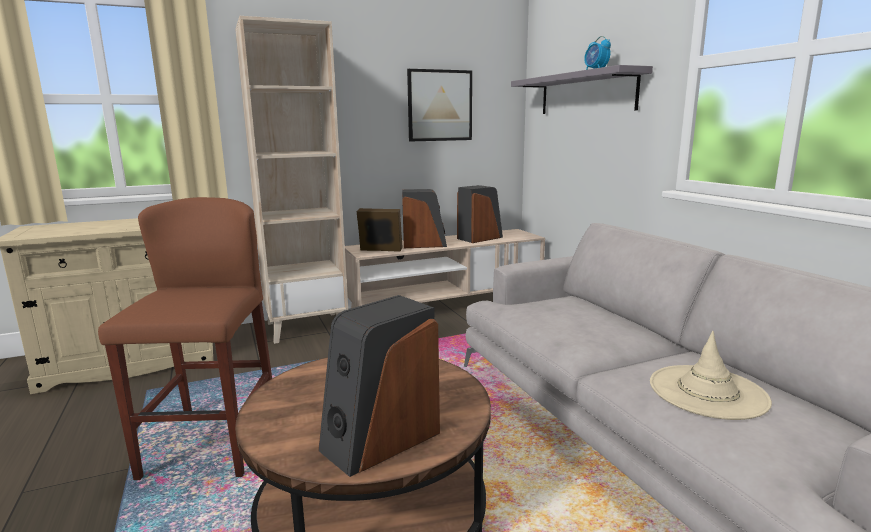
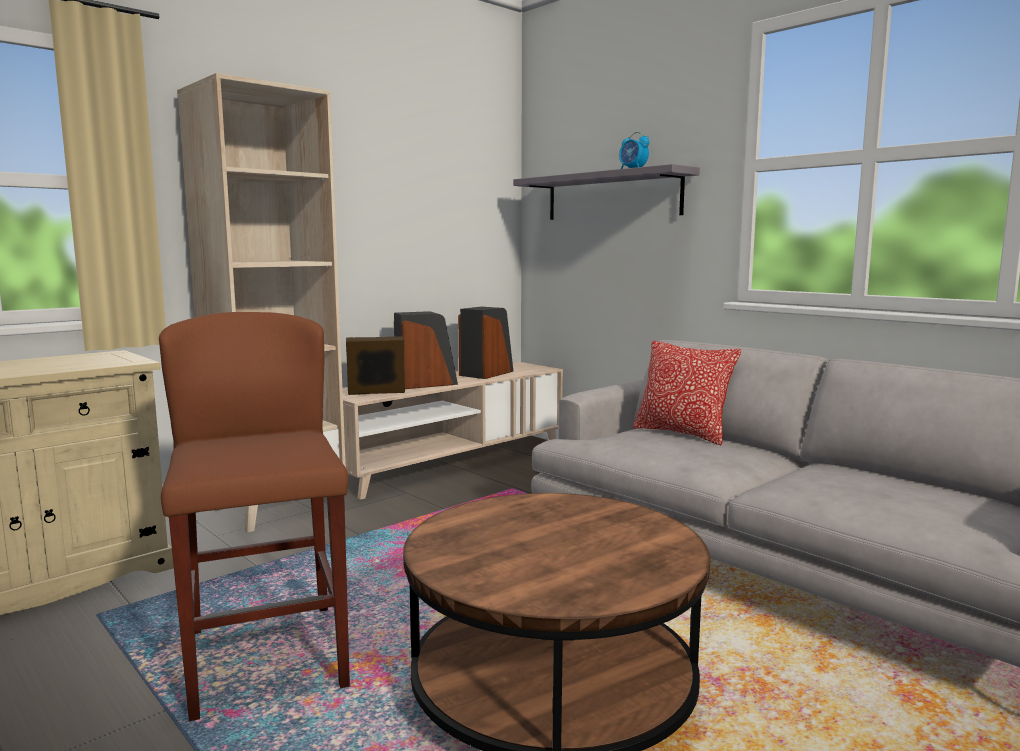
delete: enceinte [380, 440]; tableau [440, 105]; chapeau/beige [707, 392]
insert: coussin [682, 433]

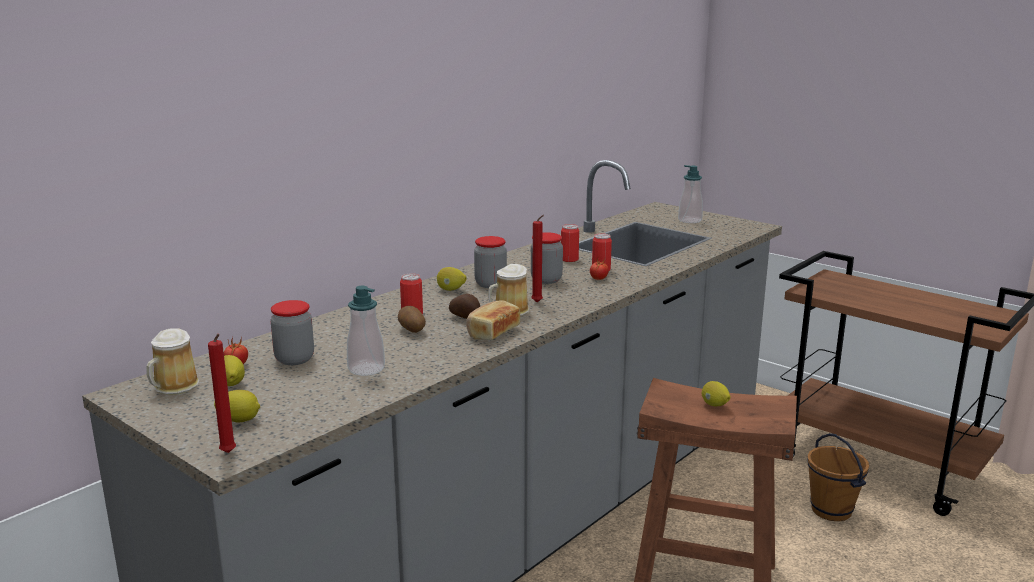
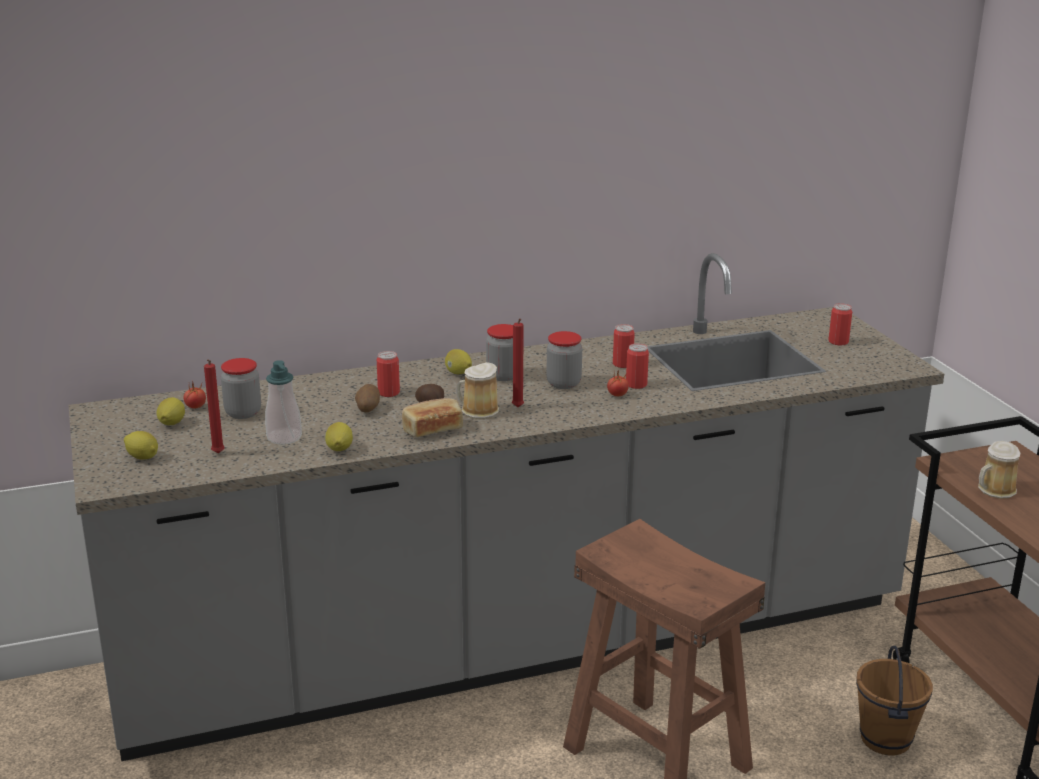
move: bougie/rouge [229, 454] to [217, 454]; citron [714, 405] to [339, 449]; mug [173, 387] to [994, 490]
replace: distributeur de savon [690, 220] to boîte métallique [838, 342]

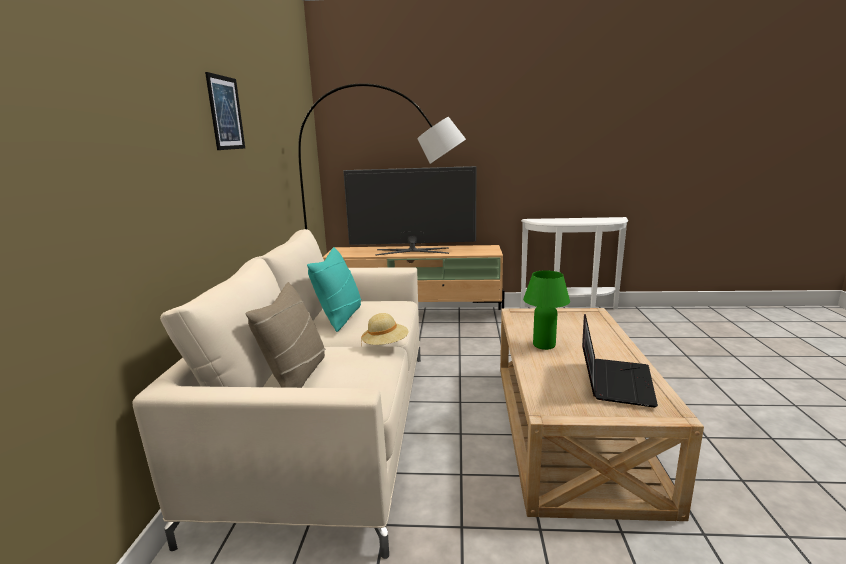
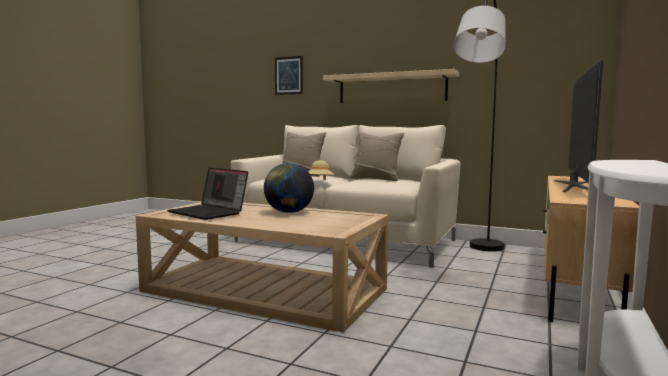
insert: étagère/beige [391, 88]
move: tableau [226, 113] to [288, 75]
replace: lampe de table/vert [544, 345] to globe [288, 212]
recolor: coussin/turquoise [340, 317] to coussin/beige [376, 179]

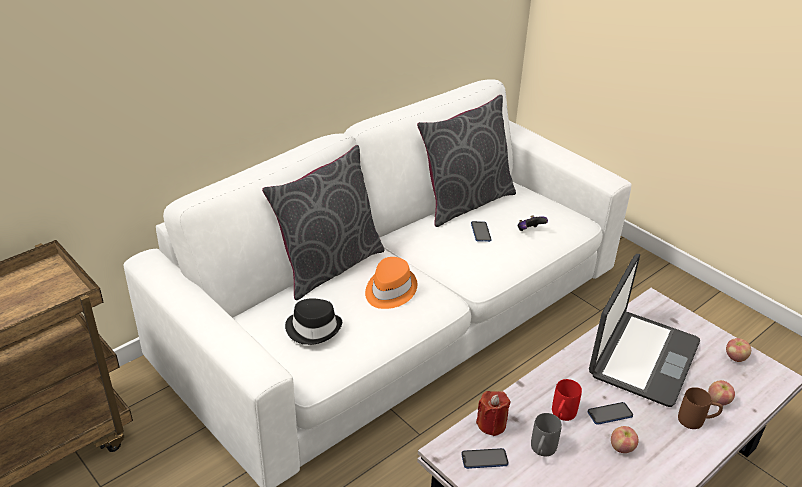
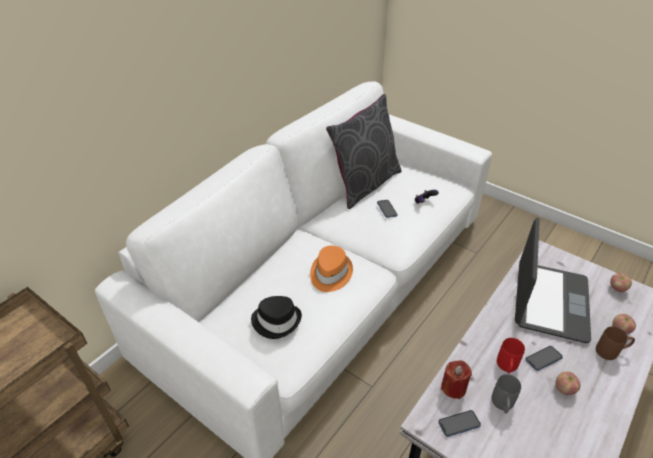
delete: coussin/gris [328, 266]

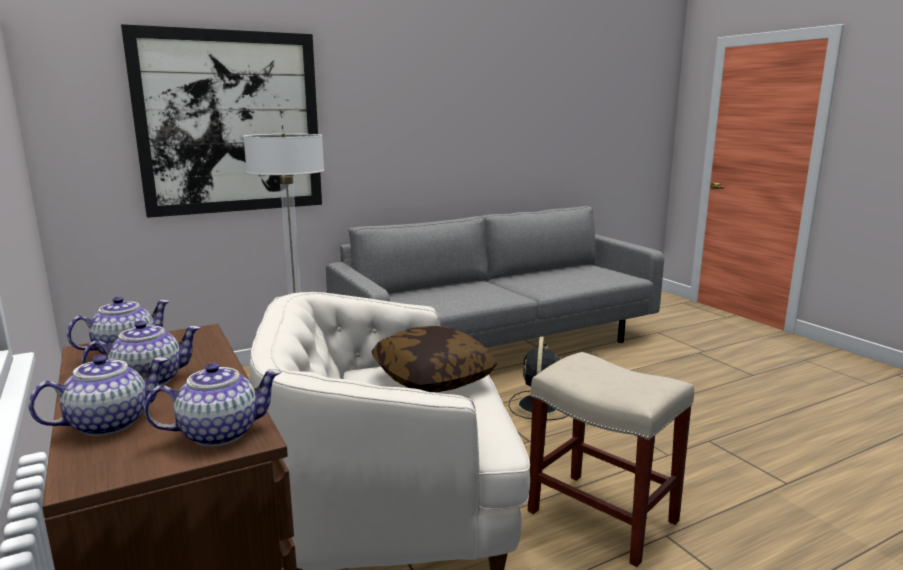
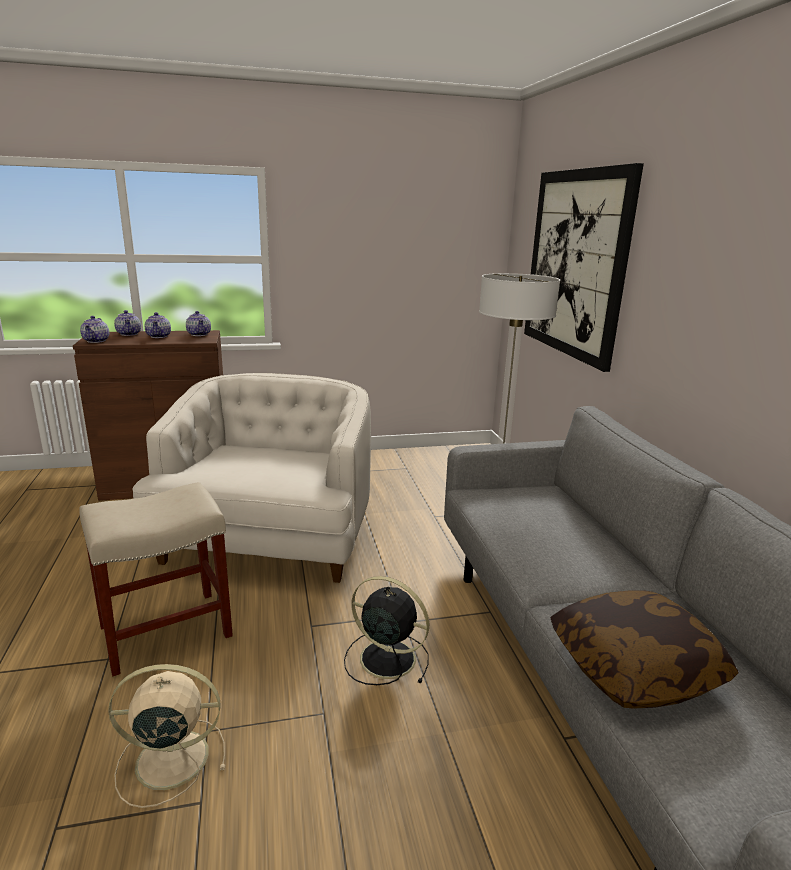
insert: ventilateur/beige [168, 759]
move: coussin [432, 378] to [634, 667]

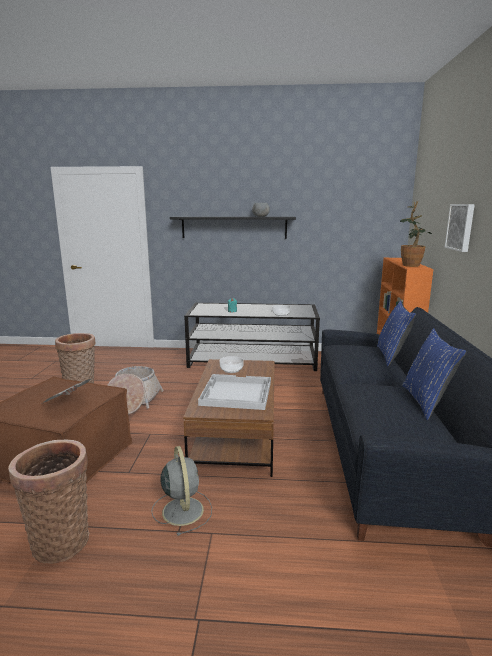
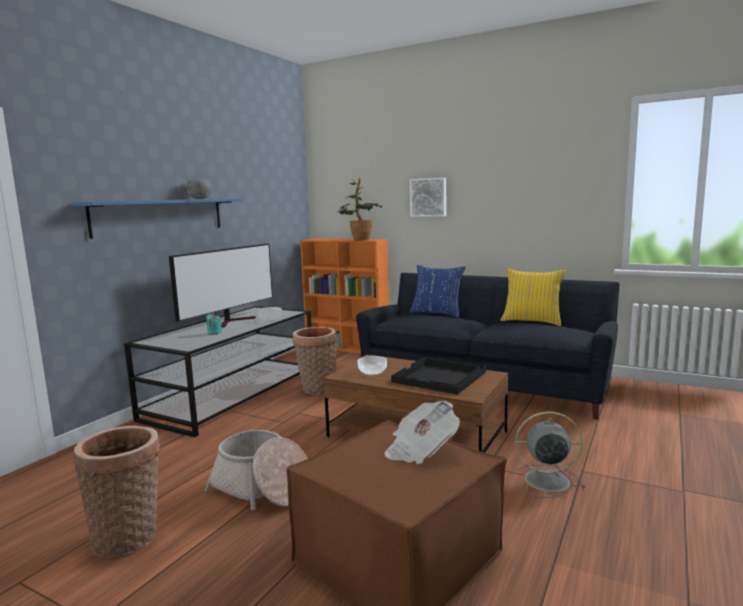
insert: téléviseur [233, 321]
move: panier [60, 539] to [317, 389]
recolor: étagère/noir [234, 227] to étagère/bleu [161, 216]; plateau/blanc [235, 393] to plateau/noir [439, 377]; coussin/bleu [426, 402] to coussin/jaune [531, 321]

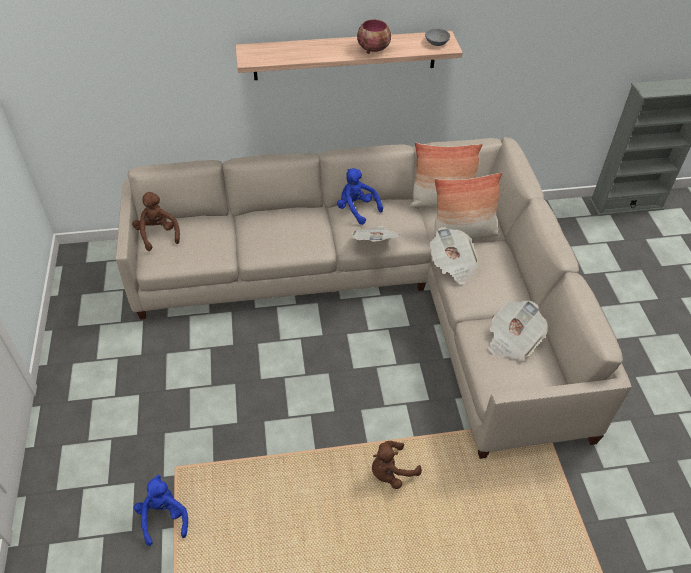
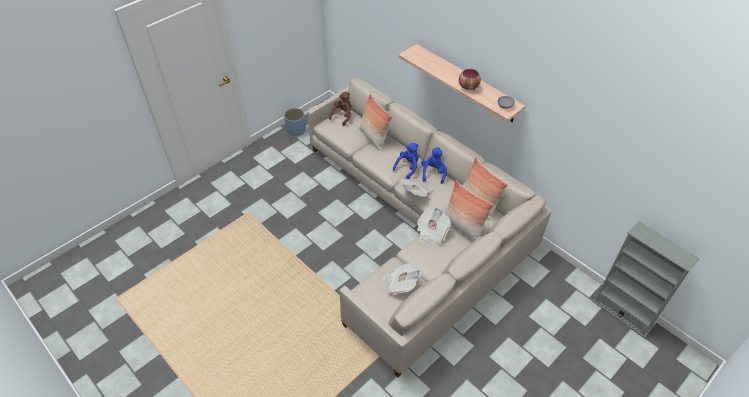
delete: peluche/marron [391, 472]
insert: cache-pot/bleu [296, 130]; coussin [373, 137]
move: peluche/bleu [164, 517] to [408, 167]

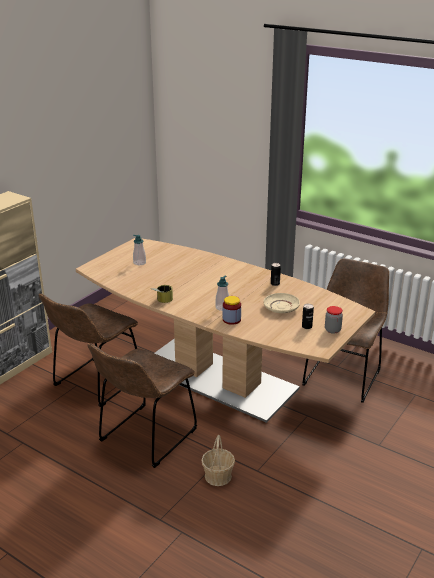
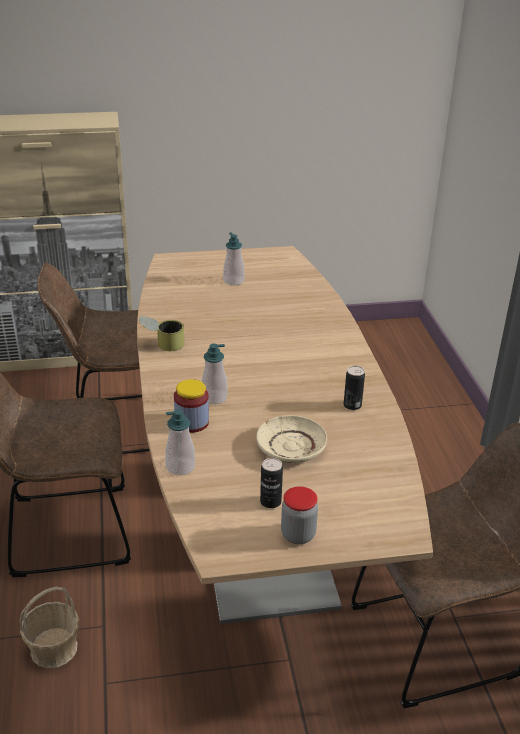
insert: distributeur de savon [180, 467]

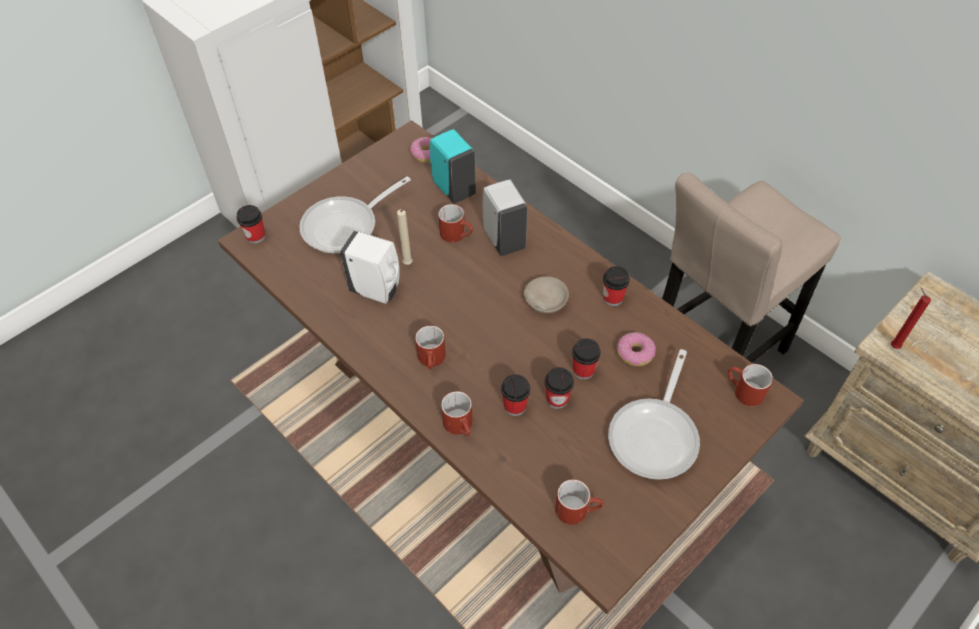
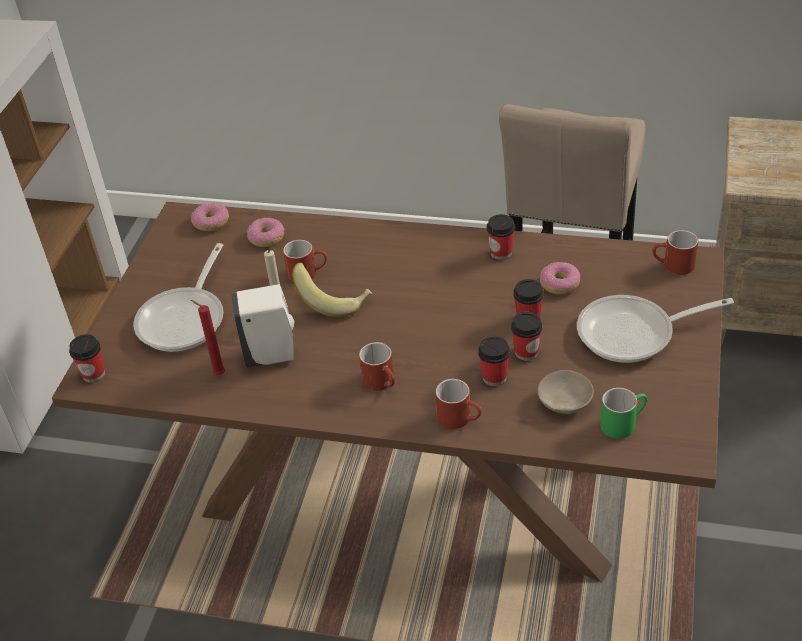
delete: distributeur de savon/blanc [503, 239]
insert: banane [334, 301]
move: bougie/rouge [892, 346] to [217, 374]; bol/beige [547, 302] to [566, 401]
replace: distributeur de savon/turquoise [453, 188] to beignet [266, 238]
recolor: mug/rouge [578, 509] to mug/vert [622, 422]
rotate: poêle [656, 435] = [634, 334] 90 degrees clockwise

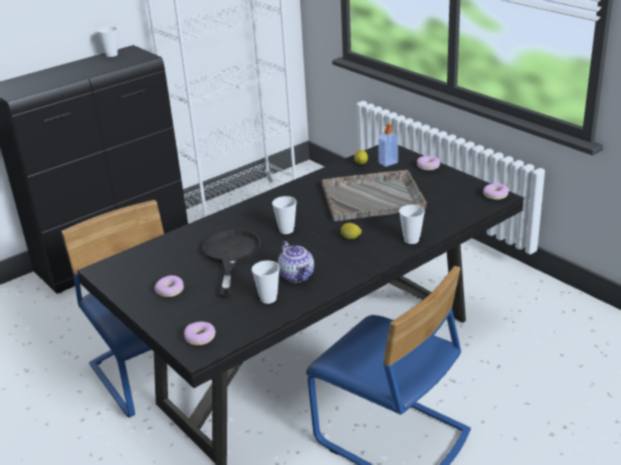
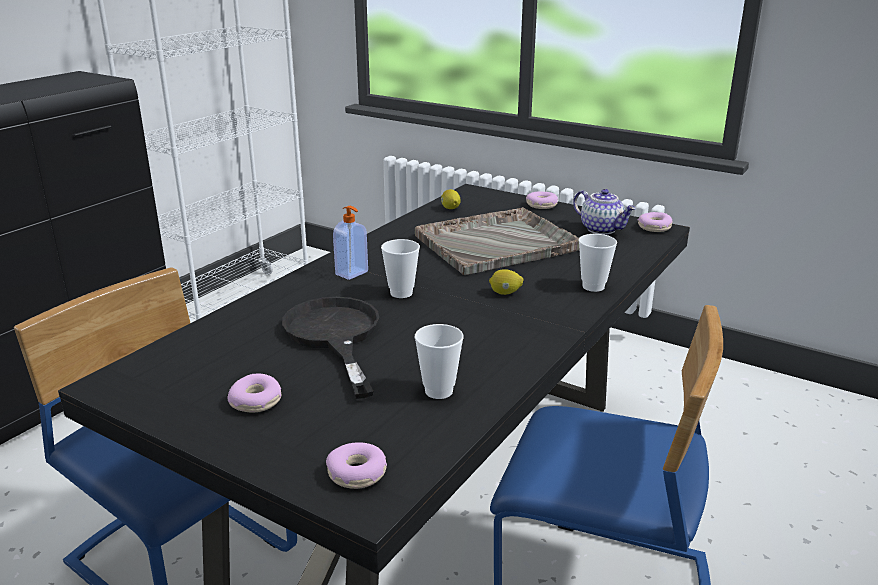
delete: tasse [111, 55]
move: distributeur de savon [388, 163] to [352, 273]; théière [297, 276] to [602, 229]

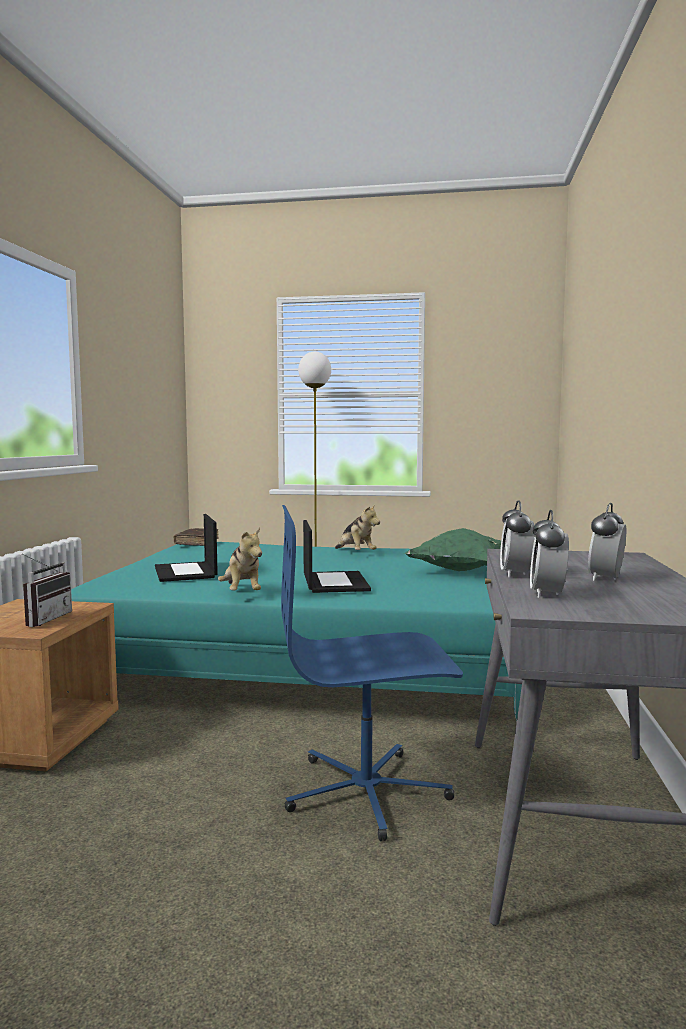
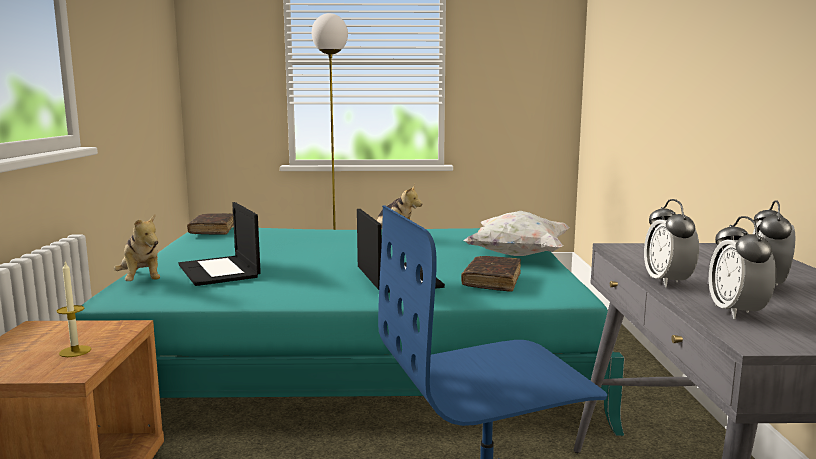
insert: livre/marron [492, 281]
move: peluche [242, 593] to [141, 282]
replace: radio [43, 619] to bougie [75, 351]
recolor: coussin/vert [461, 571] to coussin/blanc [517, 255]

